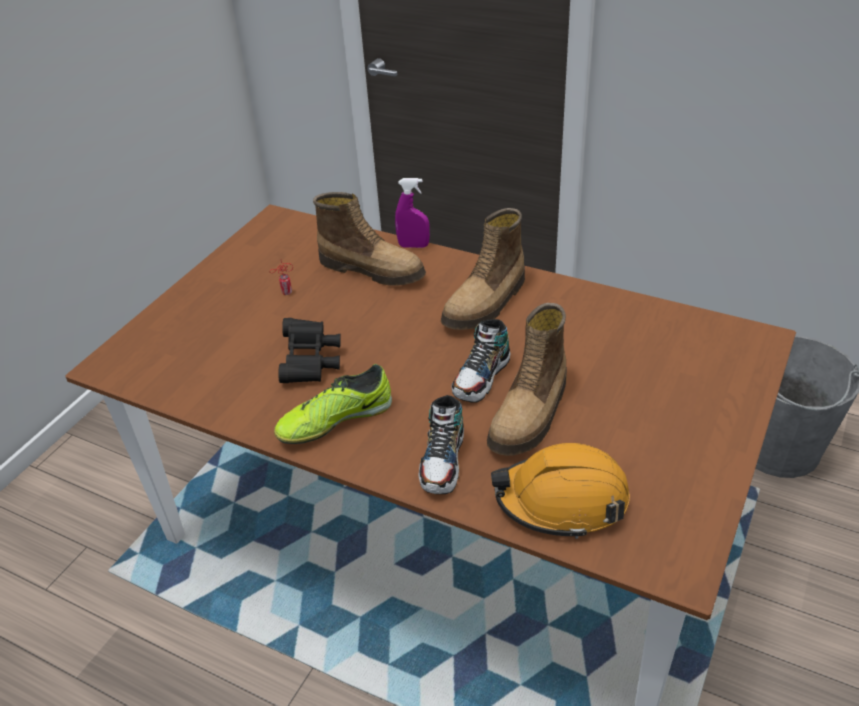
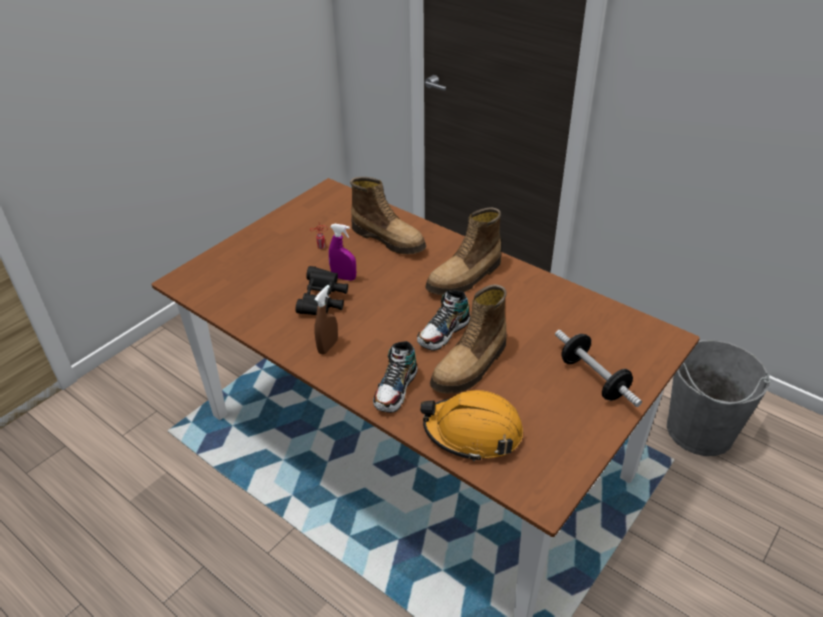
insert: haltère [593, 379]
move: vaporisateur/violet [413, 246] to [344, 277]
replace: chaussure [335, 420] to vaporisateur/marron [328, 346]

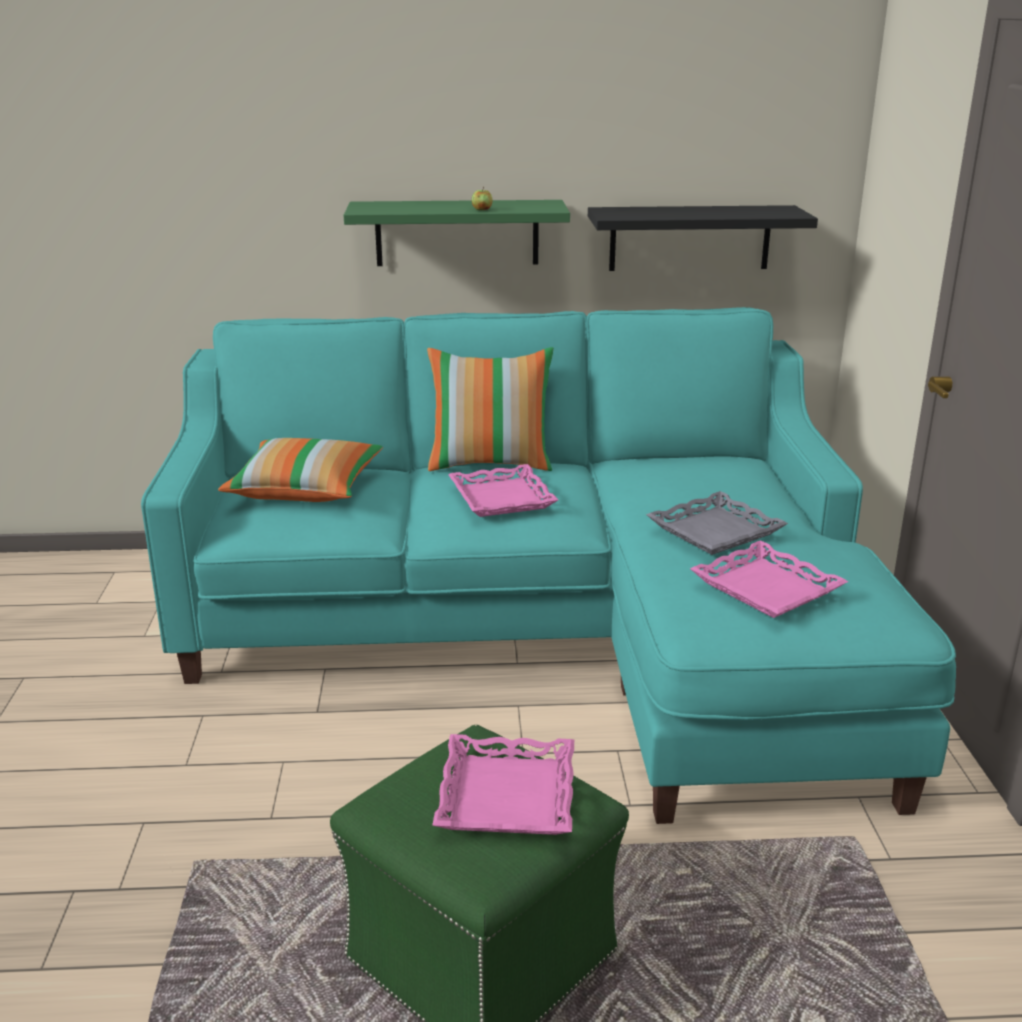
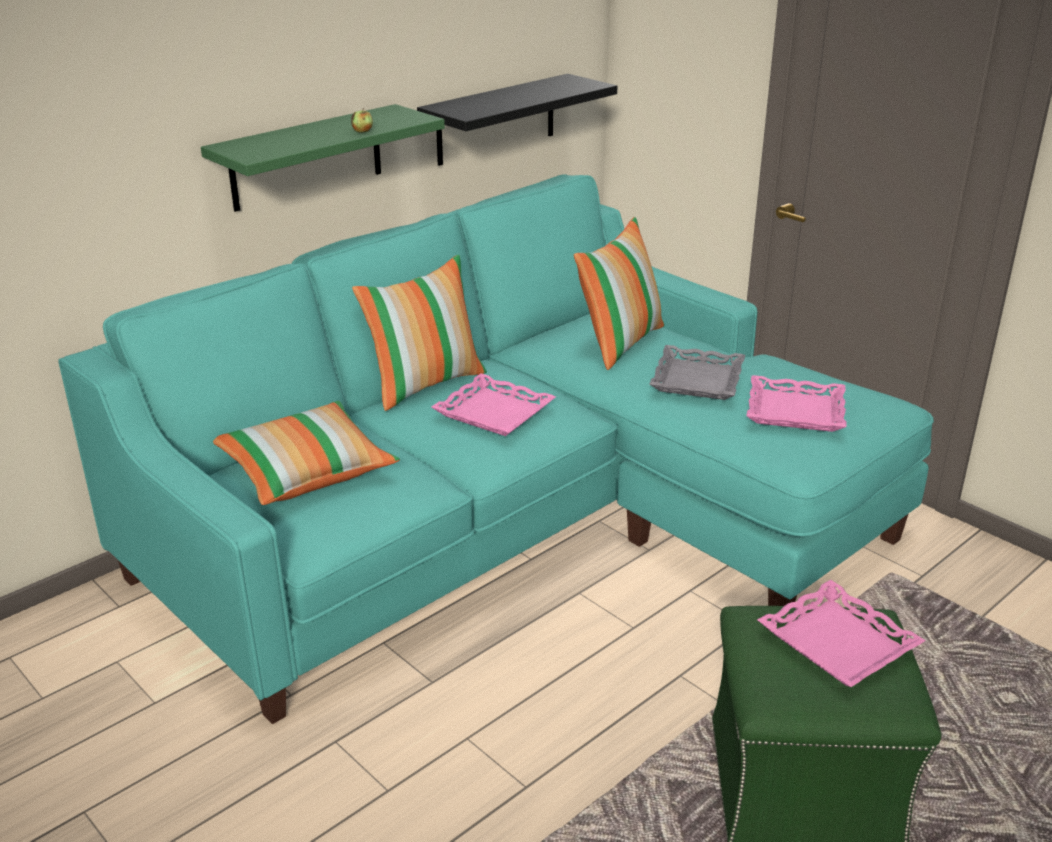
insert: coussin [619, 342]

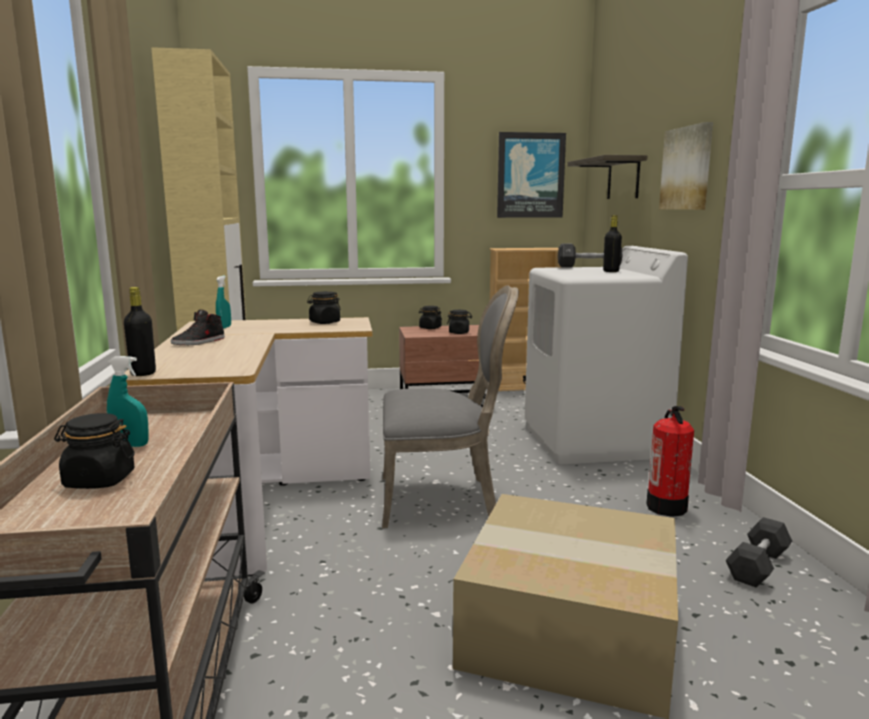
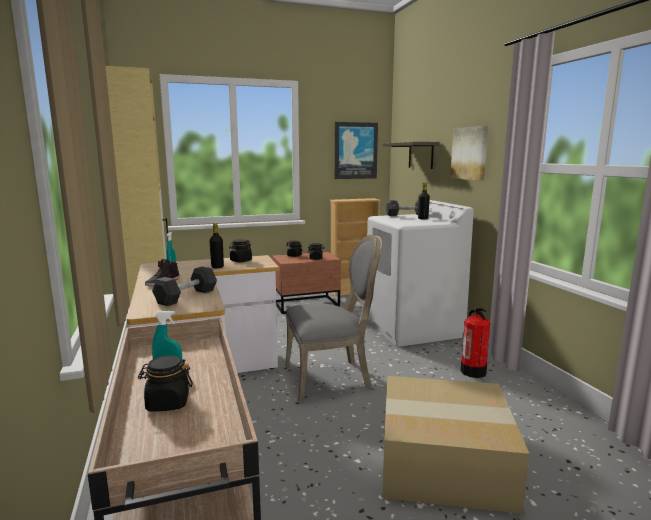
move: haltère/noir [758, 566] to [186, 296]; bouteille/noir [143, 373] to [217, 267]

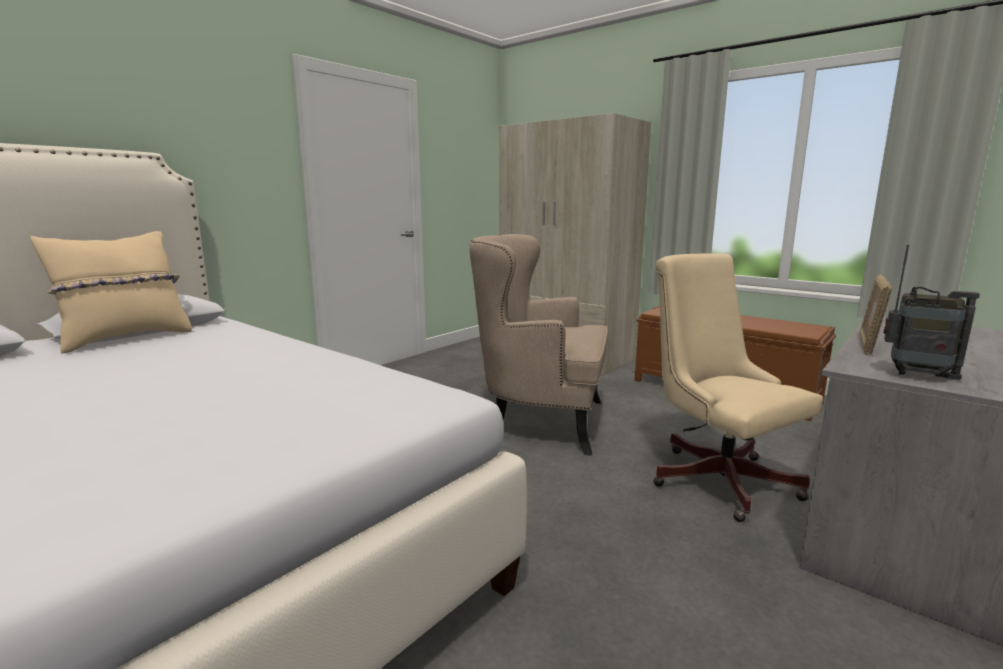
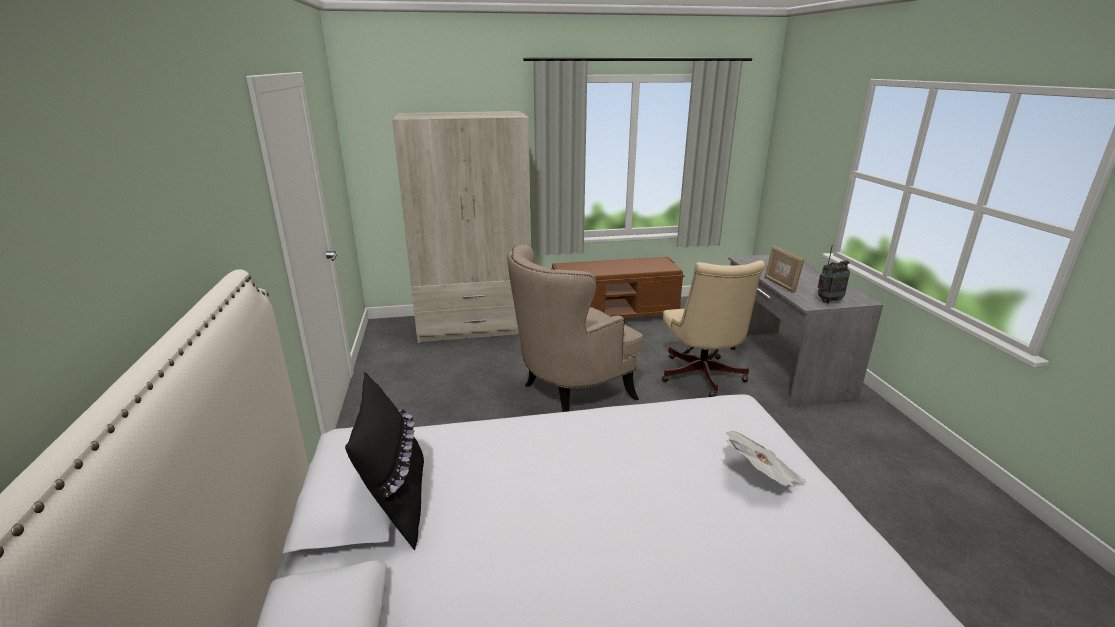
insert: journal [762, 477]
recolor: coussin/beige [126, 339] to coussin/noir [397, 503]
rotate: chaise de bureau/beige [716, 476] = [702, 378] 105 degrees counterclockwise

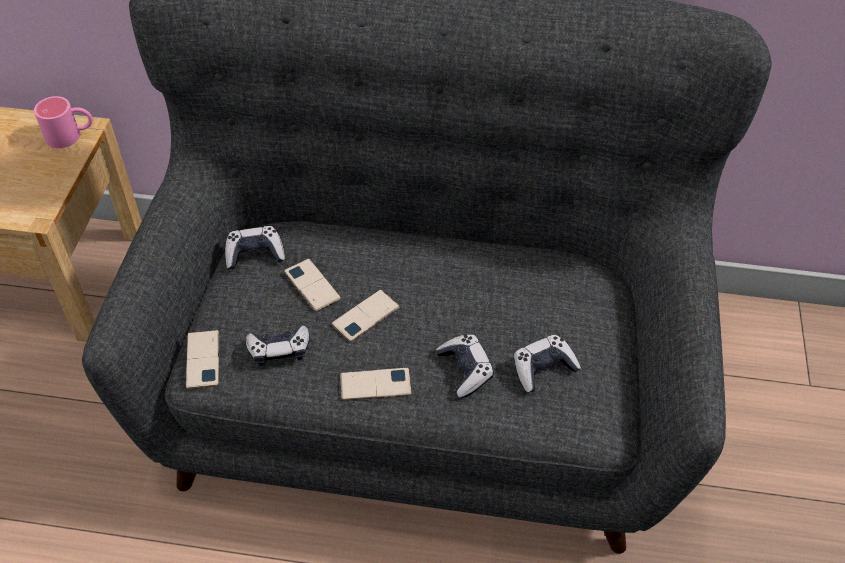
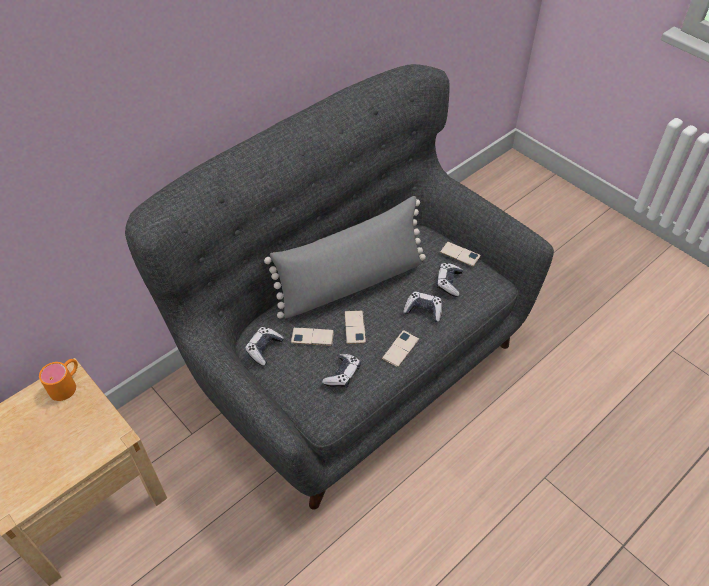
insert: coussin/gris [351, 283]
move: téléphone [203, 359] to [460, 254]
recolor: mug/rose [71, 135] to mug/orange [67, 384]

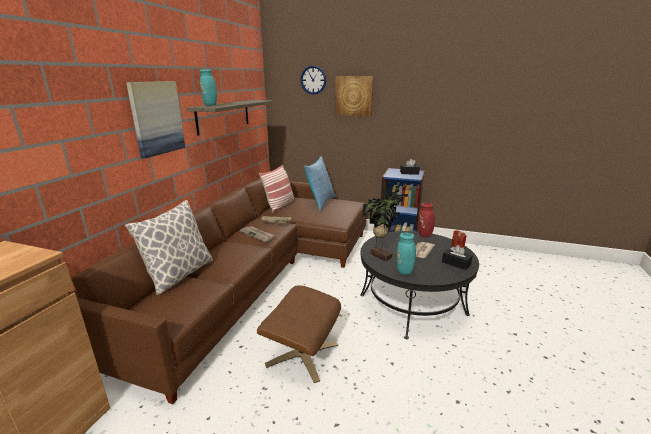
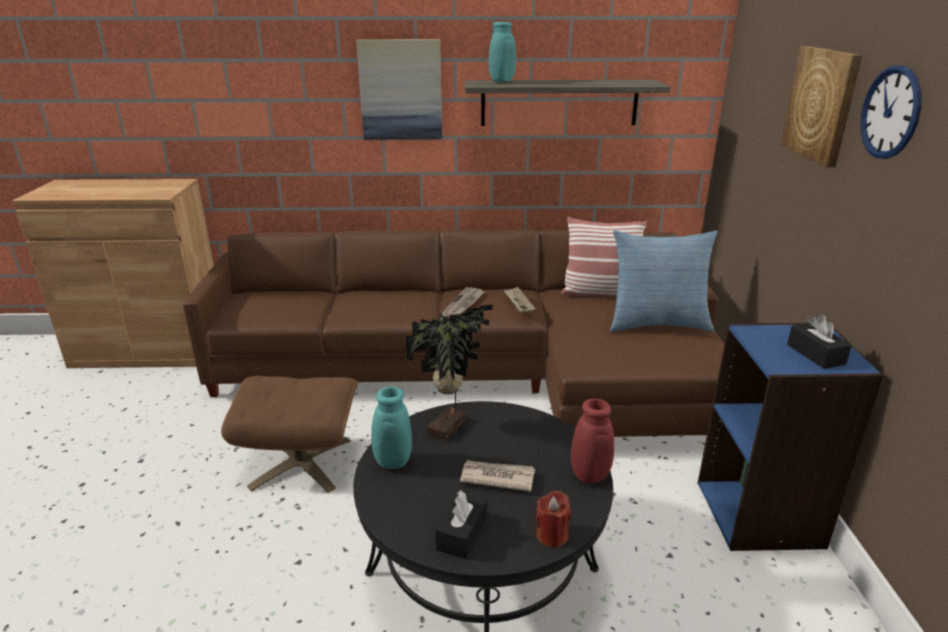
delete: coussin [179, 275]
move: horloge murale [313, 80] to [890, 113]

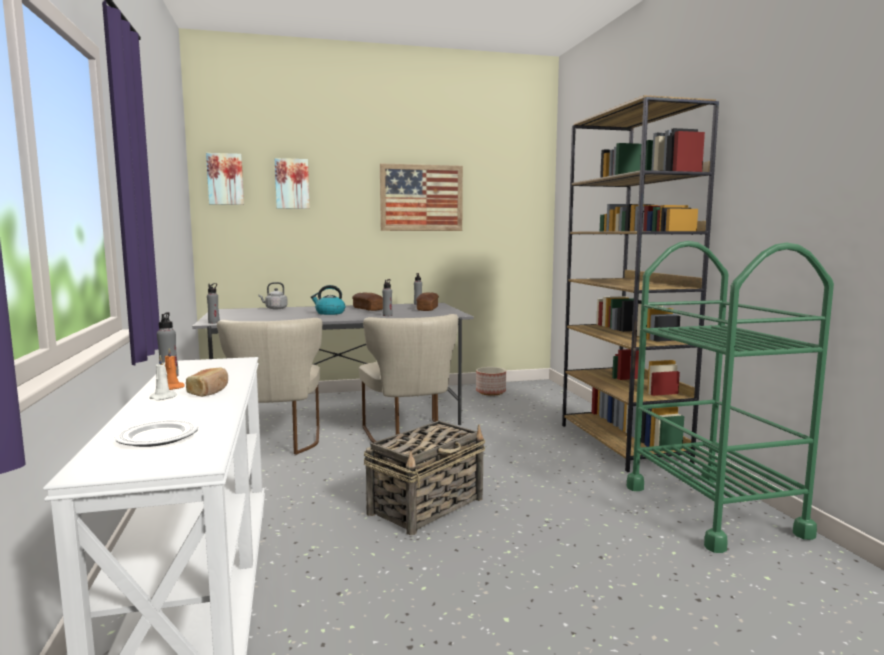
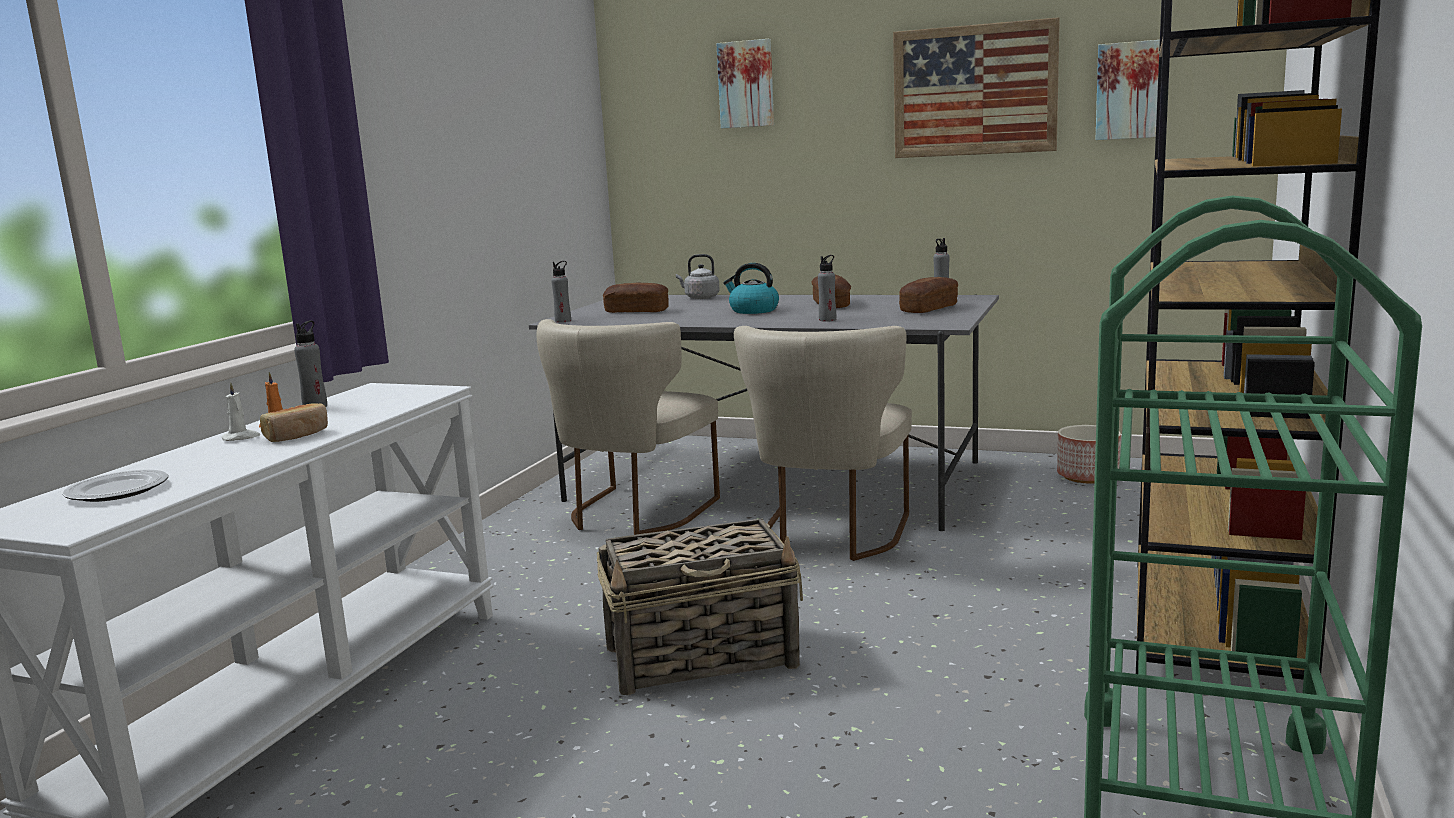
insert: pain [637, 311]
move: tableau [225, 179] to [1129, 90]

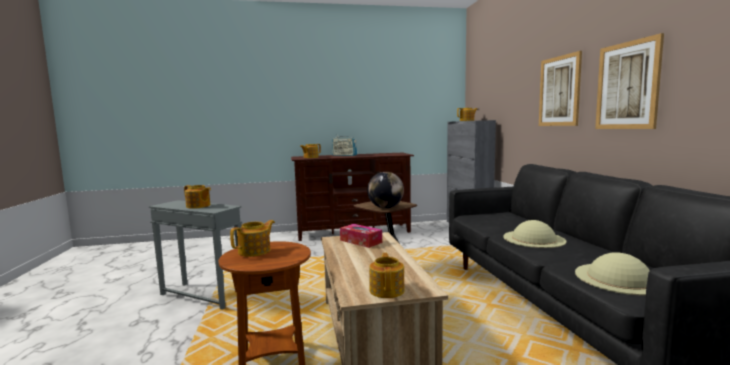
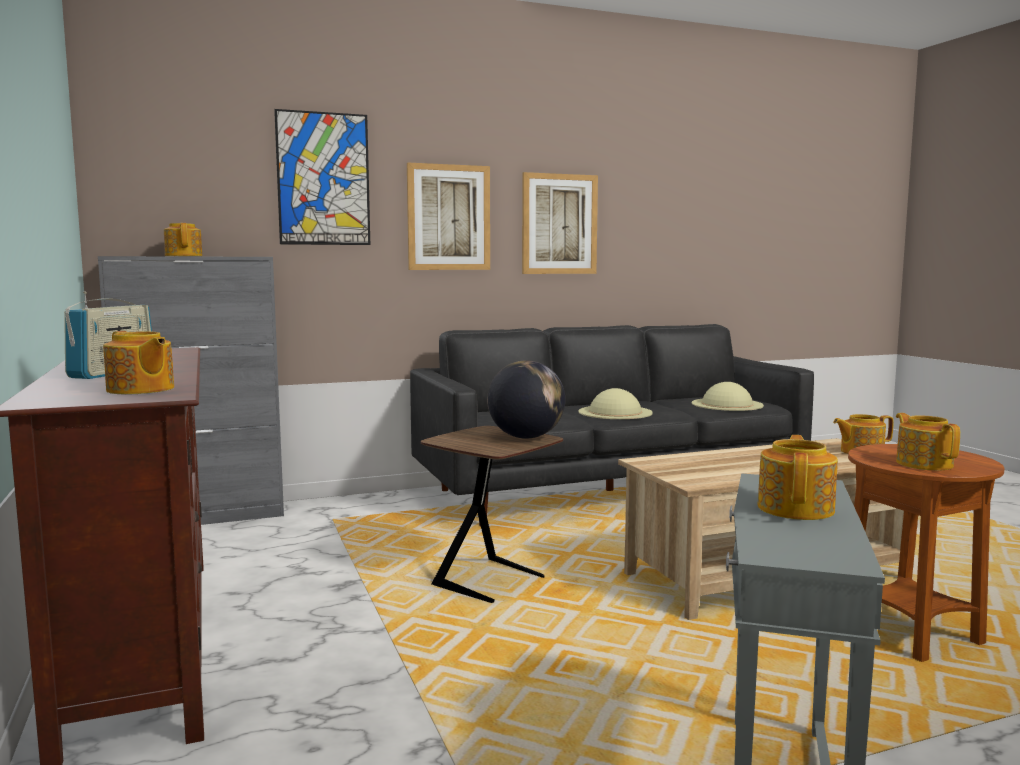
delete: boîte à mouchoirs [361, 241]
insert: tableau [323, 179]
rotate: théière [255, 251] = [924, 464] 45 degrees clockwise

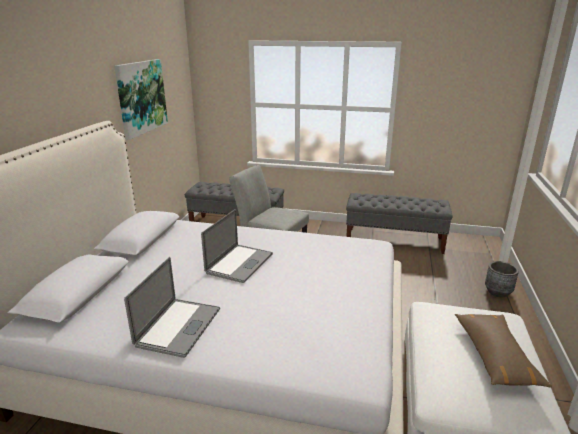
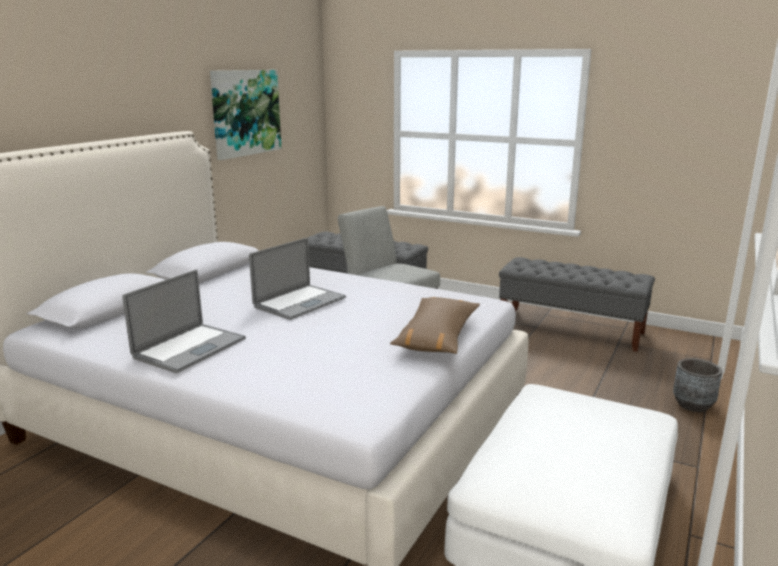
move: coussin/marron [495, 356] to [437, 336]

